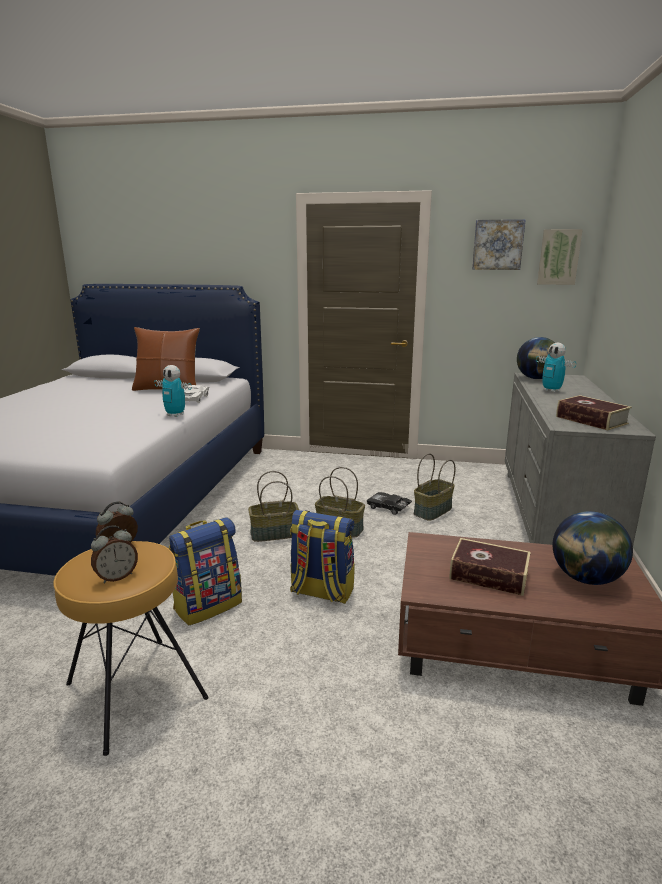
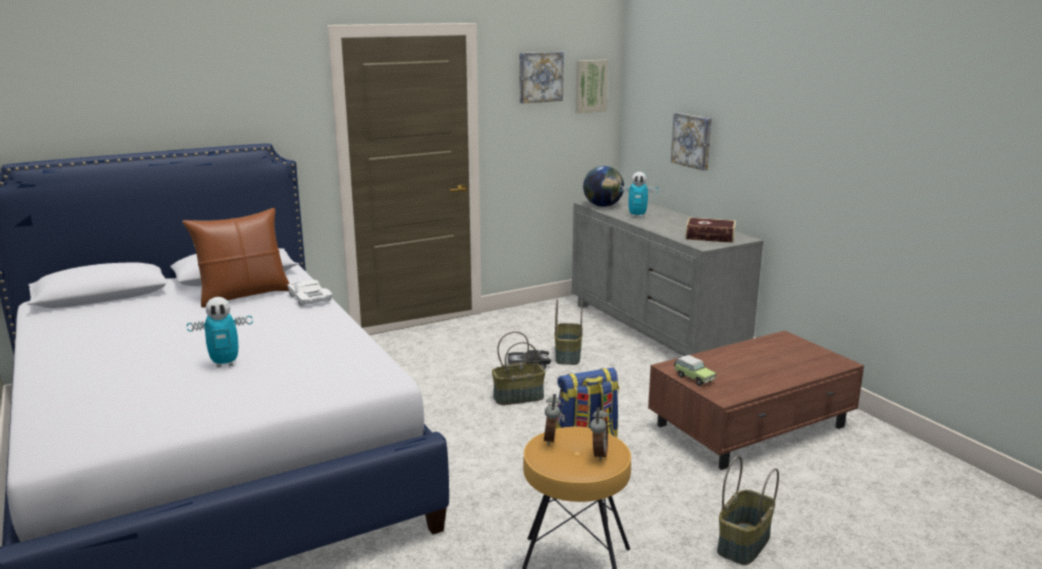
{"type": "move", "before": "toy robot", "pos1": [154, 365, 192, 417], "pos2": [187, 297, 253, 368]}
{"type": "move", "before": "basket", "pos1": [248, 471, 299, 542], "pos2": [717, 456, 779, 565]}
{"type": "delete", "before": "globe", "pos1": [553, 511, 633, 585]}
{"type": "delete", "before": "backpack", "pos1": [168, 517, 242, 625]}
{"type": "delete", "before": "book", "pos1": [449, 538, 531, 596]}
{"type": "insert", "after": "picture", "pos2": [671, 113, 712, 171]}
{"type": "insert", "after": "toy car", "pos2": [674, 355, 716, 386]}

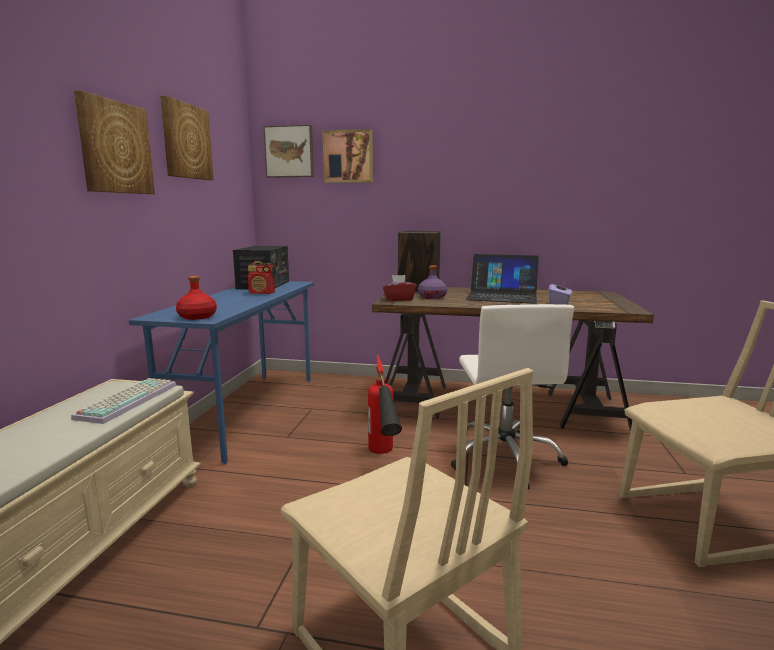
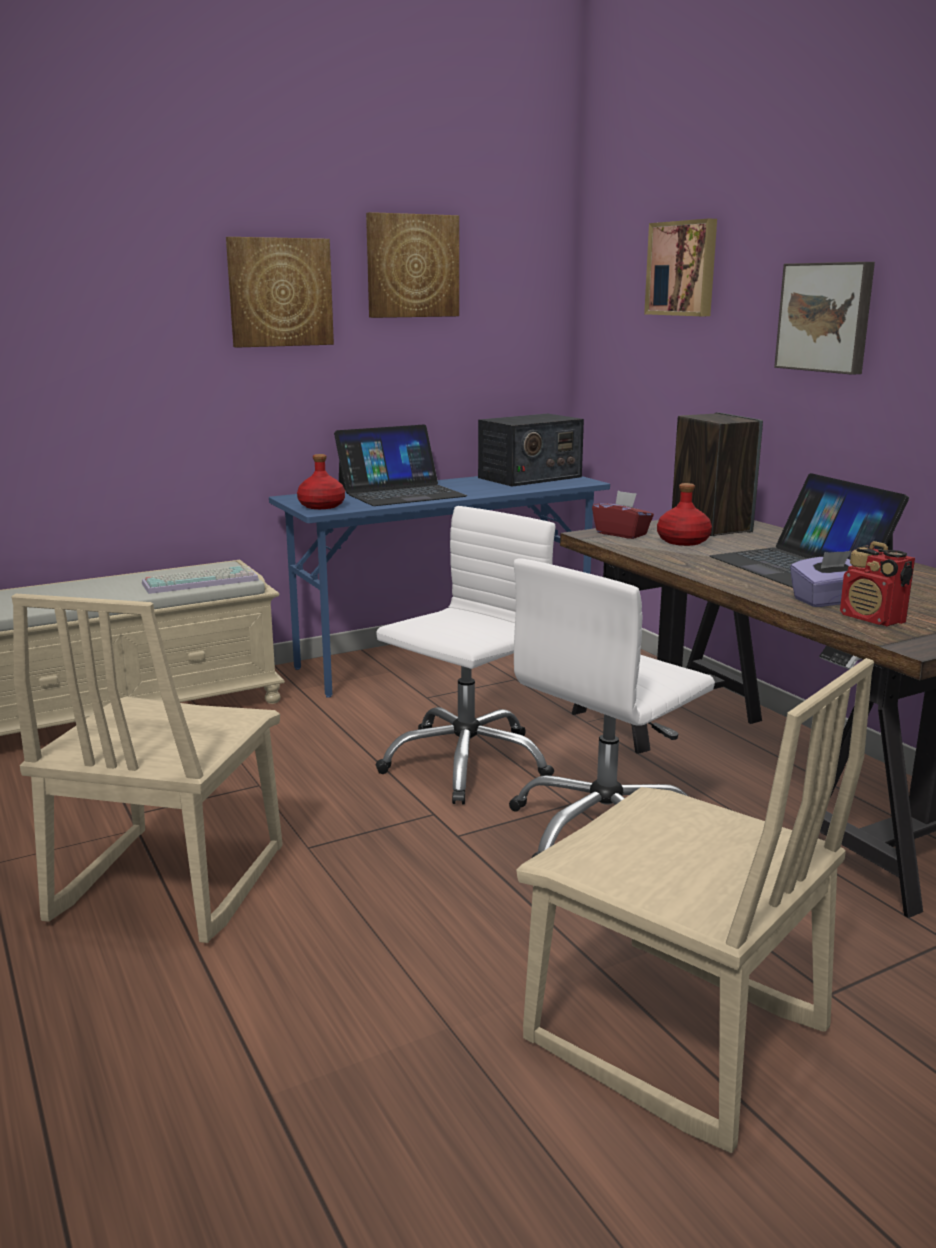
{"type": "move", "before": "picture", "pos1": [264, 125, 314, 178], "pos2": [774, 262, 875, 375]}
{"type": "move", "before": "radio", "pos1": [248, 261, 275, 294], "pos2": [840, 541, 915, 626]}
{"type": "recolor", "before": "bottle/purple", "after": "bottle/red", "pos1": [418, 265, 447, 299], "pos2": [657, 483, 712, 546]}
{"type": "replace", "before": "fire extinguisher", "after": "office chair/white", "pos1": [368, 355, 402, 454], "pos2": [376, 506, 555, 804]}
{"type": "insert", "after": "laptop", "pos2": [334, 425, 467, 506]}

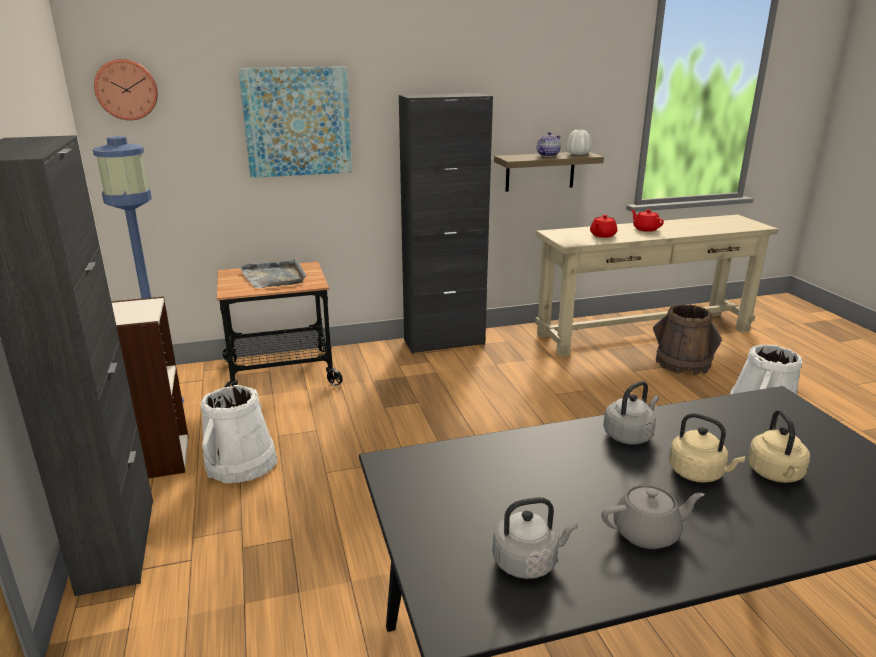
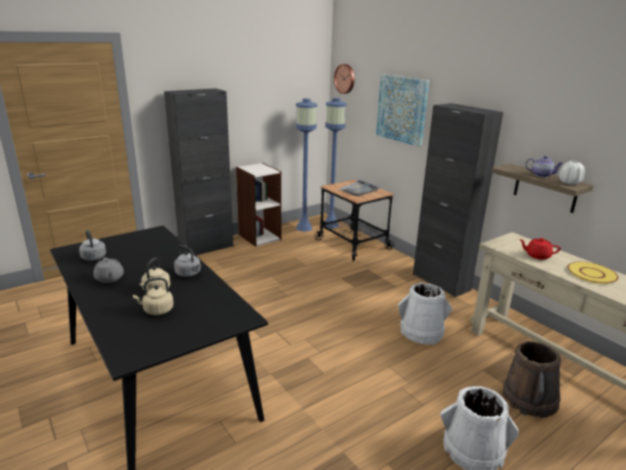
{"type": "replace", "before": "teapot/red", "after": "plate/yellow", "pos1": [631, 209, 664, 232], "pos2": [567, 262, 619, 284]}
{"type": "move", "before": "bucket/white", "pos1": [201, 385, 277, 483], "pos2": [398, 282, 452, 345]}
{"type": "insert", "after": "floor lamp/blue", "pos2": [325, 98, 347, 229]}

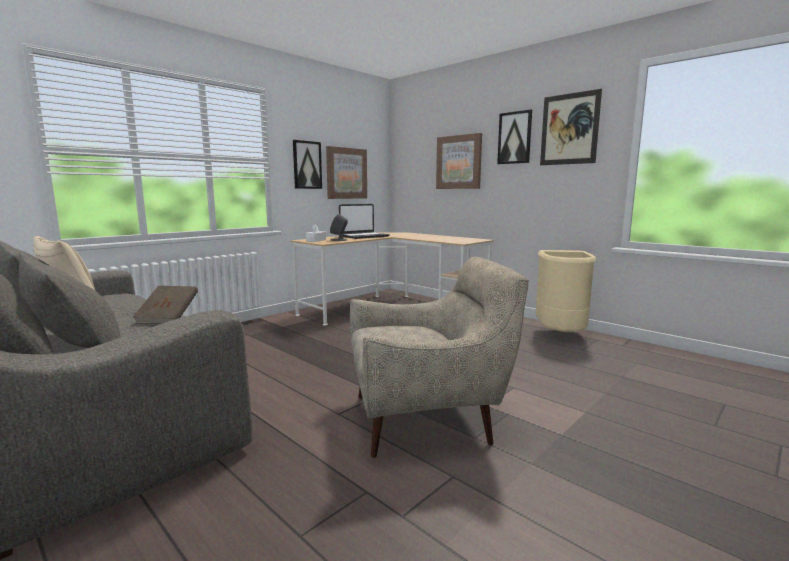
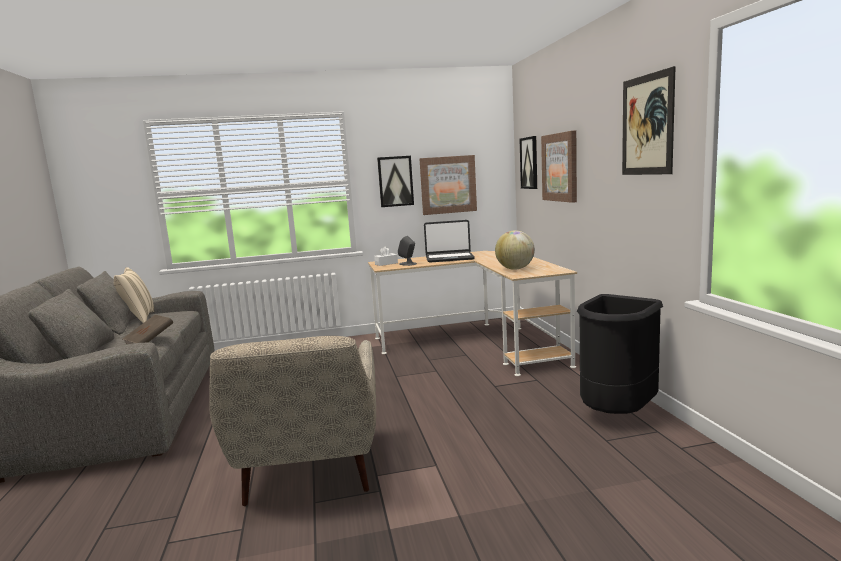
{"type": "move", "before": "picture", "pos1": [497, 110, 532, 164], "pos2": [520, 136, 537, 189]}
{"type": "recolor", "before": "trash can/beige", "after": "trash can/black", "pos1": [536, 250, 596, 332], "pos2": [577, 294, 663, 414]}
{"type": "rotate", "before": "armchair/beige", "pos1": [350, 257, 529, 458], "pos2": [209, 336, 376, 506], "turn": 60}
{"type": "insert", "after": "globe", "pos2": [495, 231, 535, 270]}

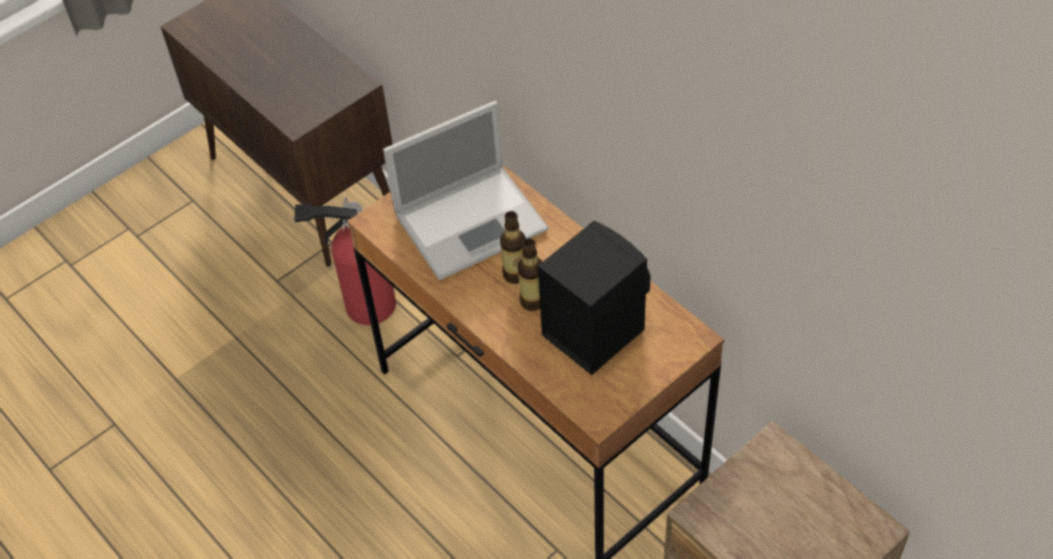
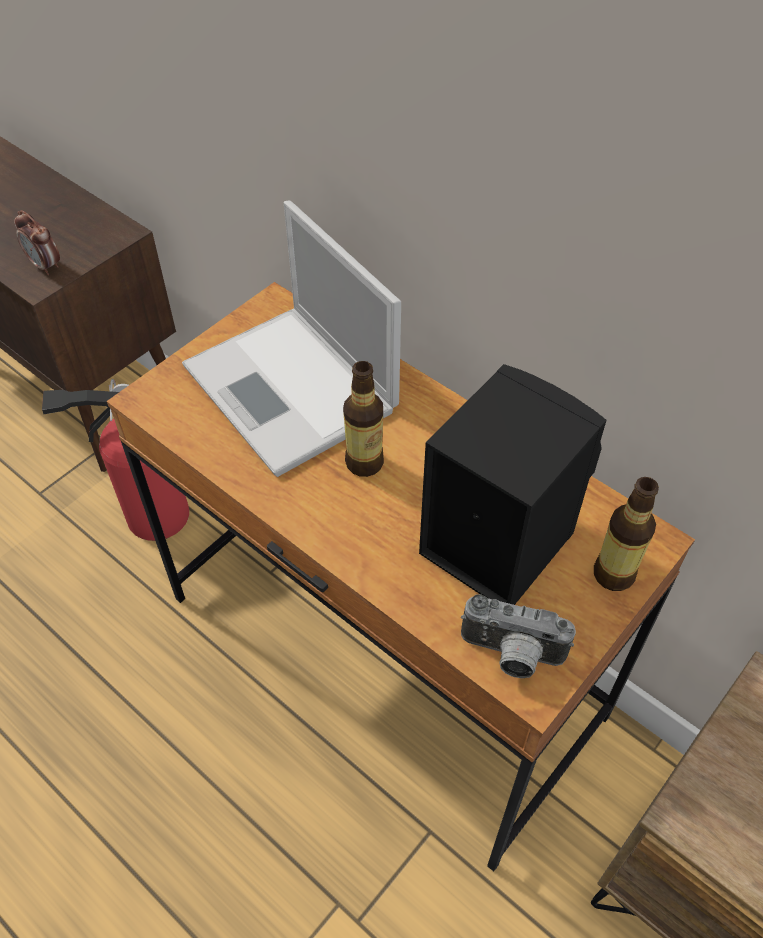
{"type": "rotate", "before": "laptop", "pos1": [383, 101, 549, 280], "pos2": [182, 201, 401, 477], "turn": 90}
{"type": "move", "before": "bottle", "pos1": [517, 238, 542, 311], "pos2": [594, 477, 659, 591]}
{"type": "insert", "after": "alarm clock", "pos2": [14, 210, 60, 275]}
{"type": "insert", "after": "photo camera", "pos2": [461, 594, 576, 678]}

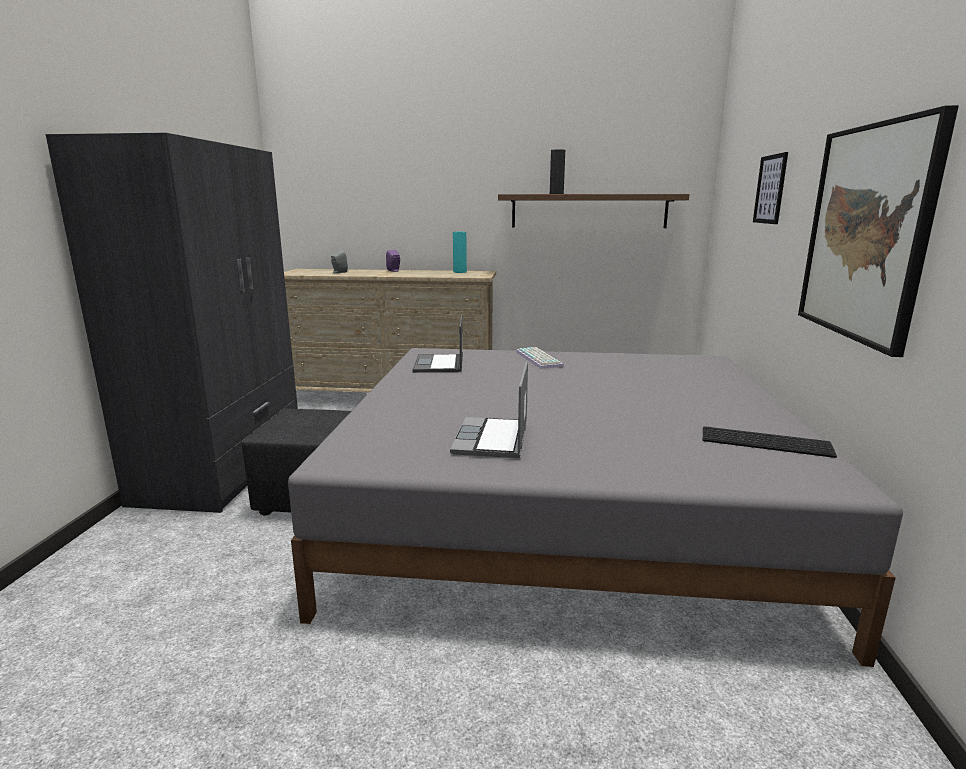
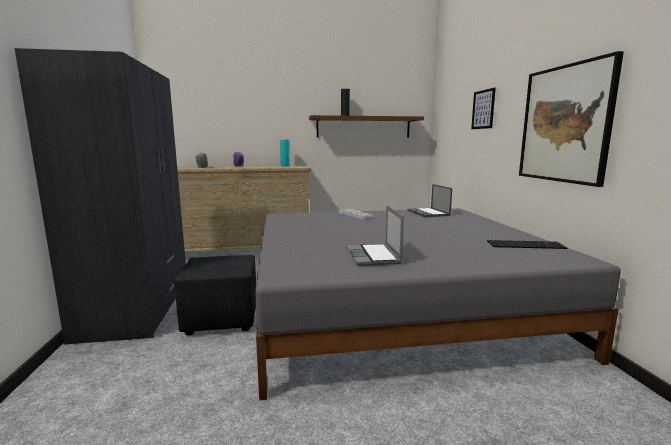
{"type": "move", "before": "laptop", "pos1": [412, 315, 463, 373], "pos2": [407, 184, 452, 217]}

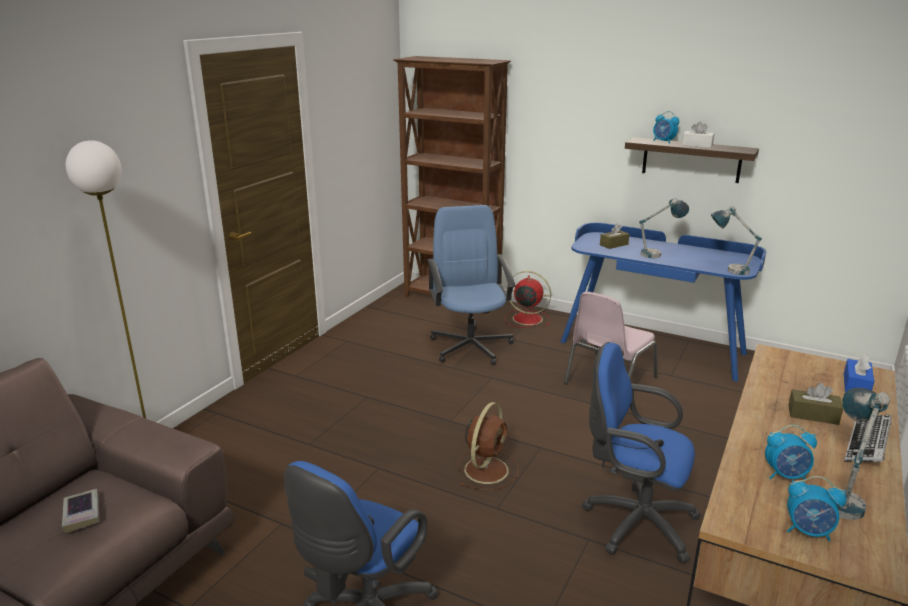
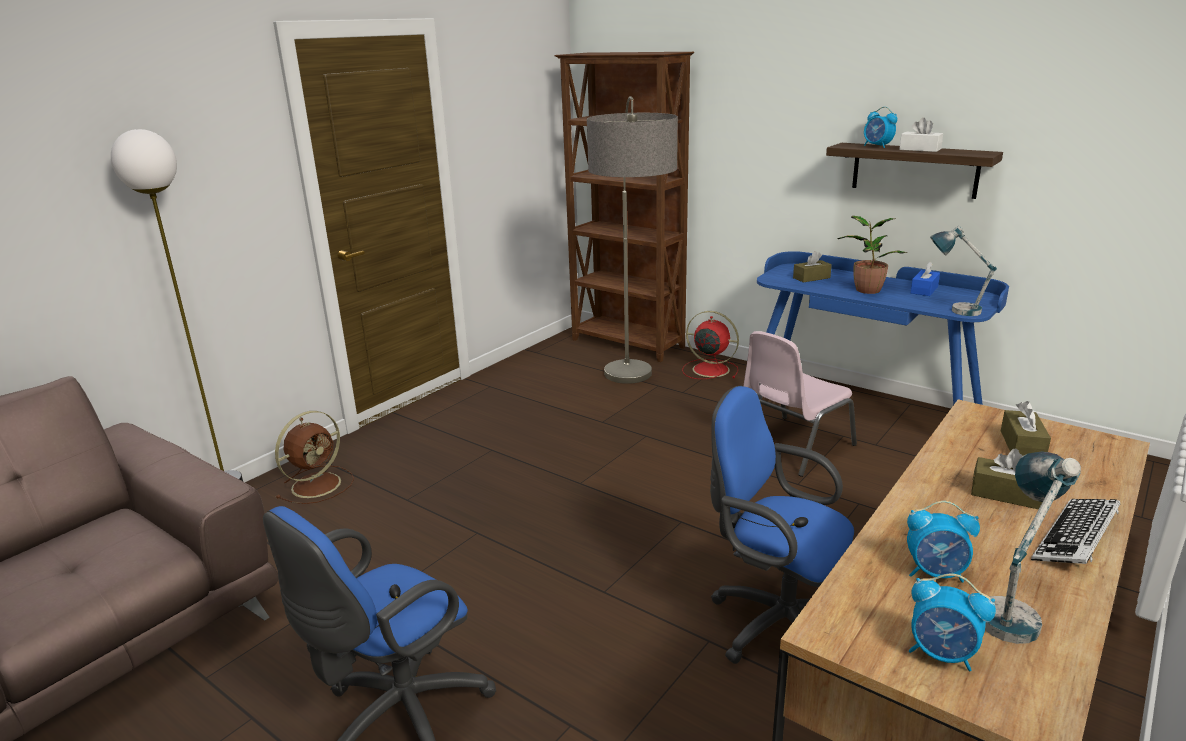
{"type": "replace", "before": "table lamp", "after": "potted plant", "pos1": [639, 198, 689, 258], "pos2": [837, 216, 908, 294]}
{"type": "replace", "before": "office chair/blue", "after": "floor lamp", "pos1": [427, 205, 516, 365], "pos2": [587, 96, 678, 384]}
{"type": "move", "before": "tissue box/blue", "pos1": [844, 353, 874, 392], "pos2": [911, 261, 940, 296]}
{"type": "move", "before": "fan/brown", "pos1": [457, 402, 519, 490], "pos2": [275, 411, 354, 504]}
{"type": "delete", "before": "book", "pos1": [62, 489, 99, 533]}
{"type": "insert", "after": "tissue box/brown", "pos2": [1001, 401, 1051, 456]}

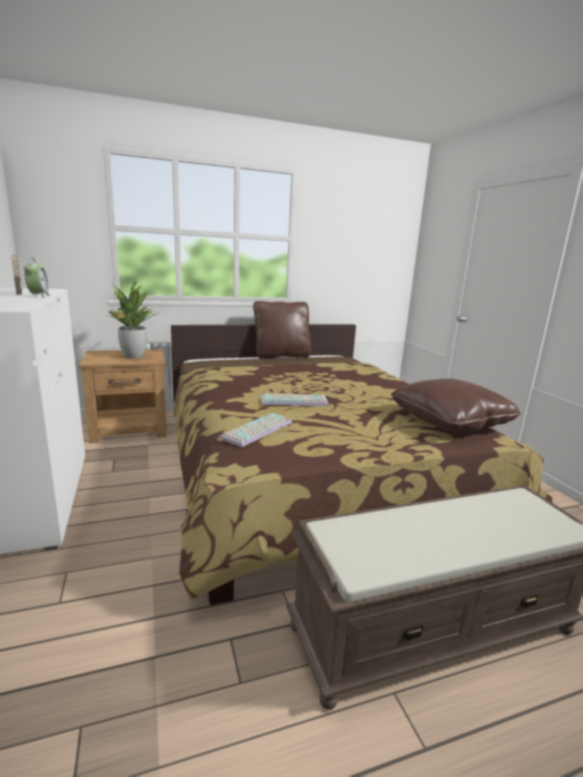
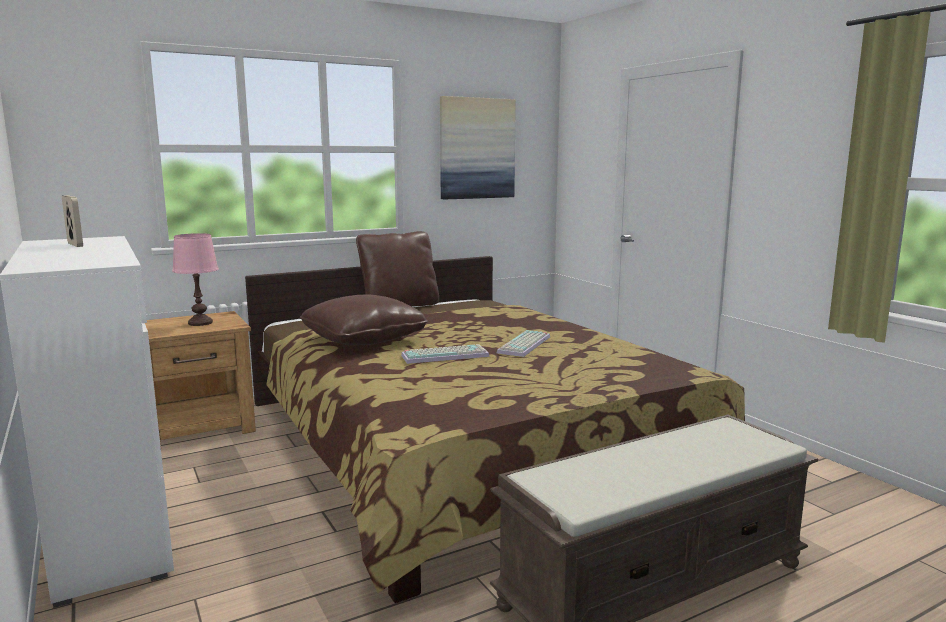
{"type": "delete", "before": "alarm clock", "pos1": [24, 257, 51, 298]}
{"type": "replace", "before": "potted plant", "after": "table lamp/pink", "pos1": [107, 279, 159, 358], "pos2": [172, 233, 219, 326]}
{"type": "move", "before": "pillow/brown", "pos1": [391, 379, 521, 431], "pos2": [300, 294, 428, 345]}
{"type": "move", "before": "keyboard", "pos1": [220, 413, 292, 447], "pos2": [497, 330, 550, 357]}
{"type": "insert", "after": "picture", "pos2": [440, 96, 516, 200]}

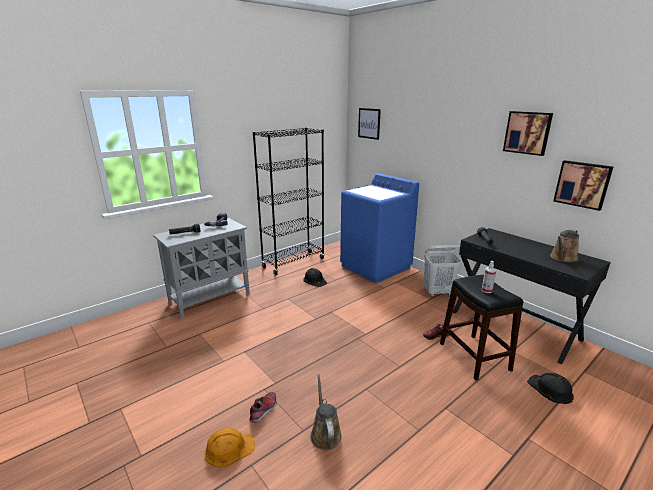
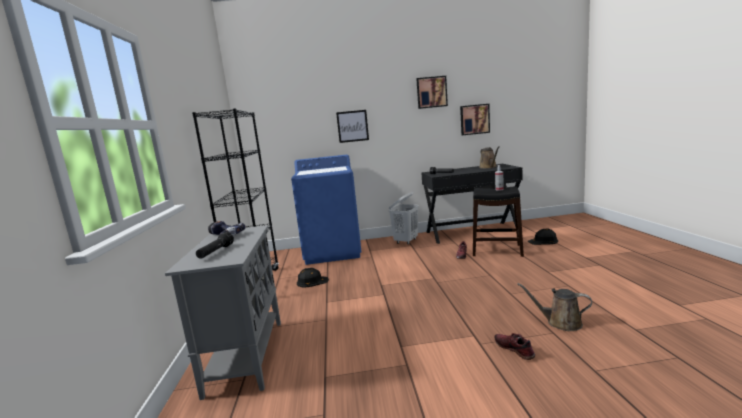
{"type": "move", "before": "picture", "pos1": [358, 108, 381, 140], "pos2": [336, 110, 369, 143]}
{"type": "delete", "before": "hard hat/orange", "pos1": [204, 428, 255, 468]}

